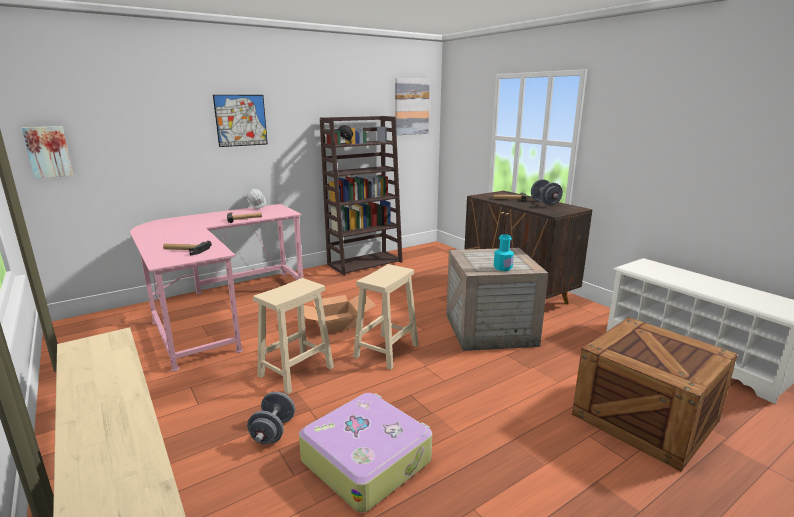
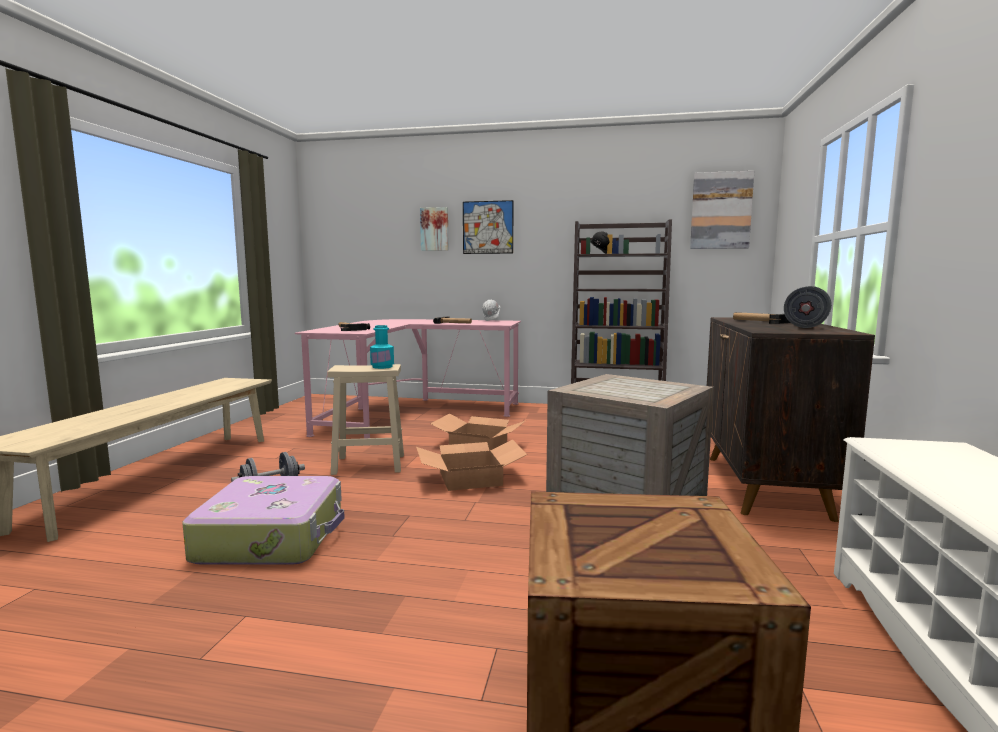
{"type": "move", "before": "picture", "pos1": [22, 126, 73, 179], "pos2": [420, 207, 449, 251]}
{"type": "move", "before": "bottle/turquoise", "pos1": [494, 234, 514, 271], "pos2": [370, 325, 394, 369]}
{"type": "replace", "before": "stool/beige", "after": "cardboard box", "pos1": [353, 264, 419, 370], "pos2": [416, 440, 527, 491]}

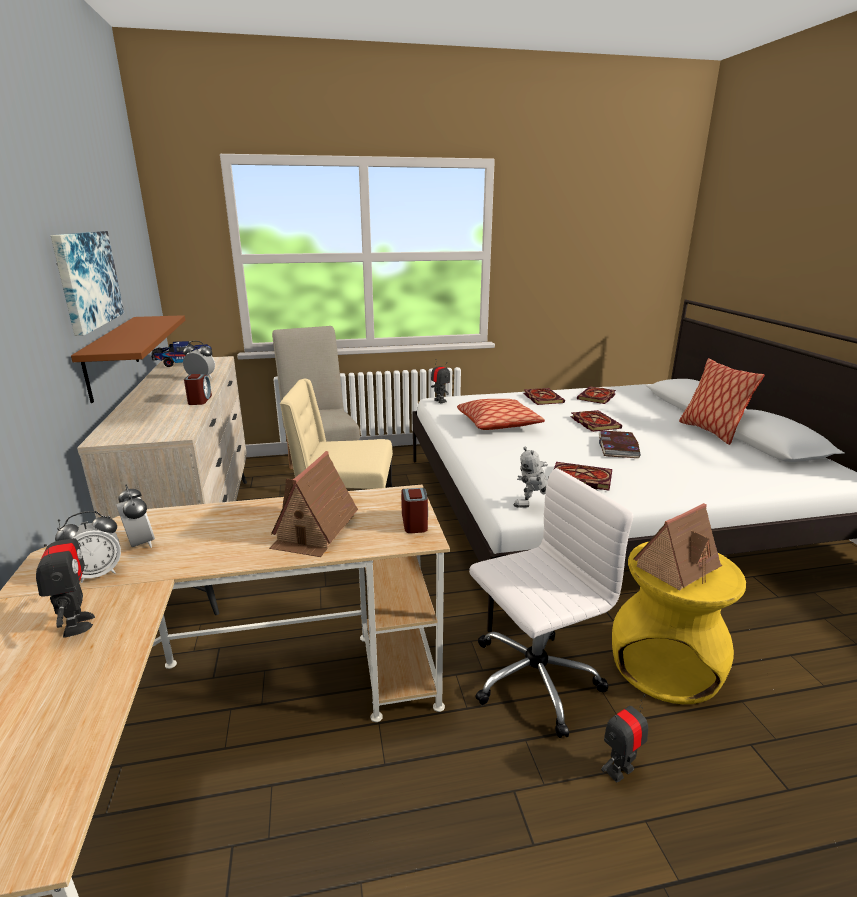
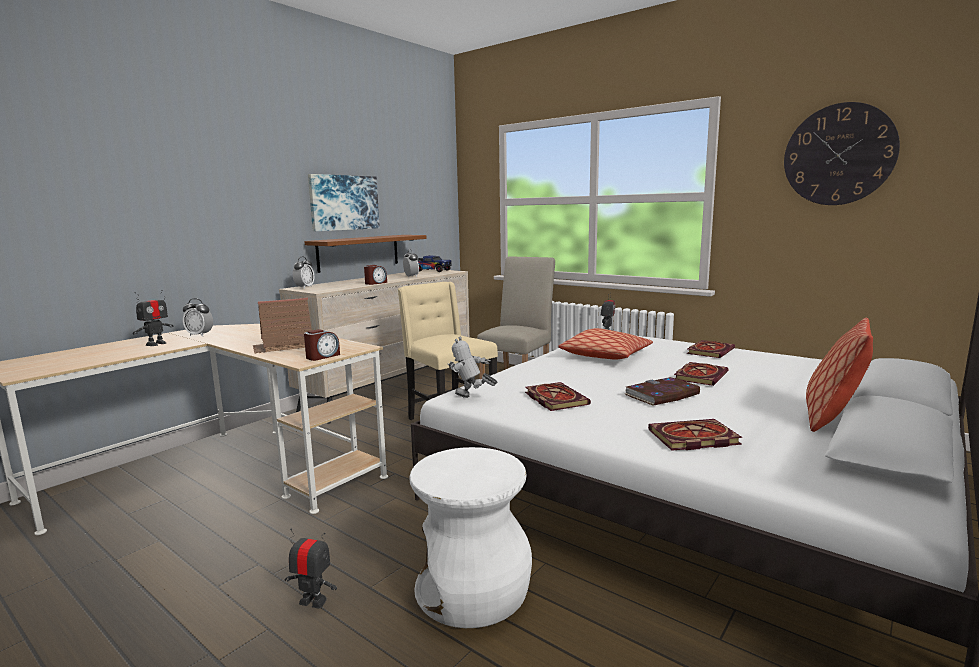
{"type": "move", "before": "book", "pos1": [577, 386, 616, 404], "pos2": [648, 419, 742, 451]}
{"type": "delete", "before": "office chair/white", "pos1": [469, 468, 633, 738]}
{"type": "move", "before": "alarm clock", "pos1": [116, 485, 155, 548], "pos2": [292, 256, 314, 289]}
{"type": "delete", "before": "toy house", "pos1": [633, 503, 722, 590]}
{"type": "recolor", "before": "stool/yellow", "after": "stool/white", "pos1": [612, 542, 746, 704], "pos2": [409, 447, 532, 628]}
{"type": "insert", "after": "wall clock", "pos2": [784, 102, 900, 205]}

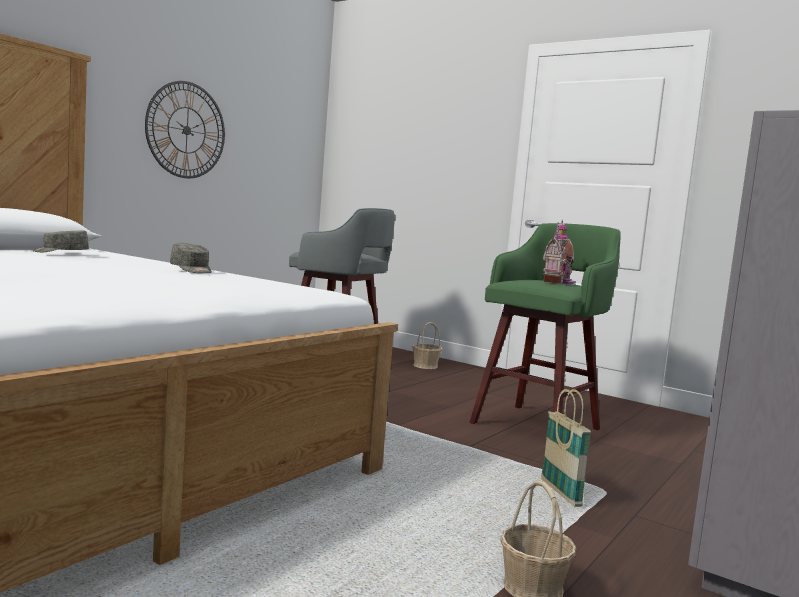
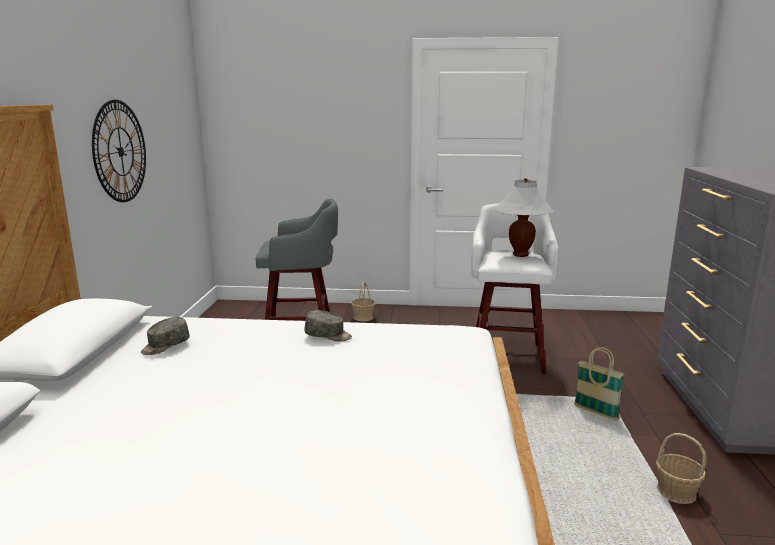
{"type": "replace", "before": "toy house", "after": "table lamp/white", "pos1": [543, 220, 575, 284], "pos2": [494, 178, 554, 257]}
{"type": "recolor", "before": "stool/green", "after": "stool/white", "pos1": [470, 223, 621, 430], "pos2": [471, 204, 559, 374]}

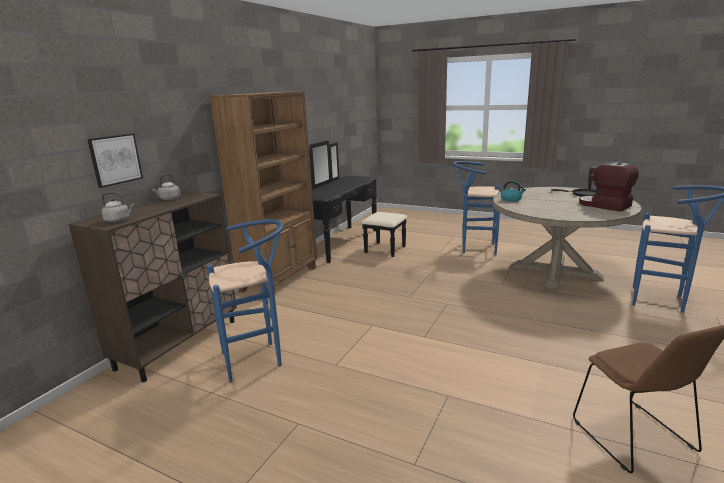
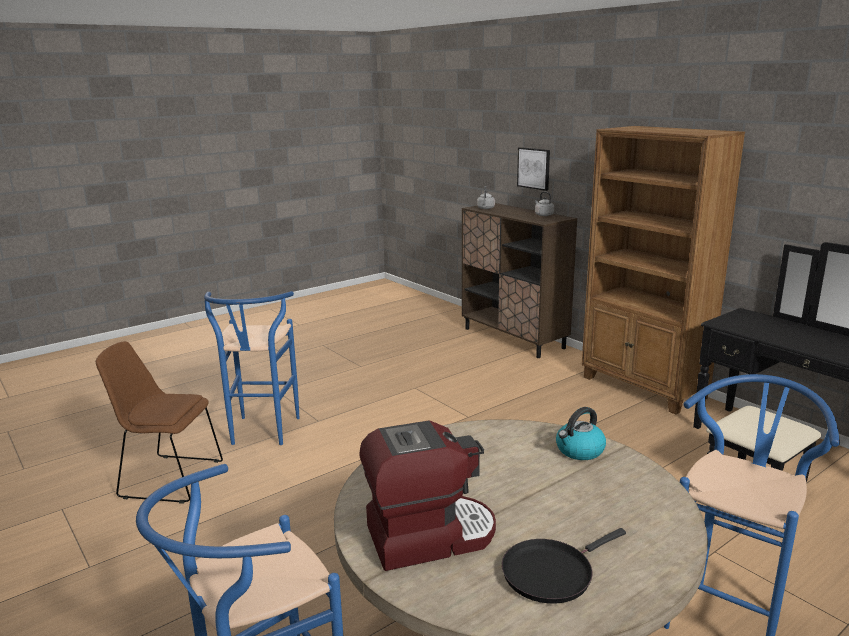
{"type": "move", "before": "stool/blue", "pos1": [207, 219, 284, 382], "pos2": [204, 291, 299, 445]}

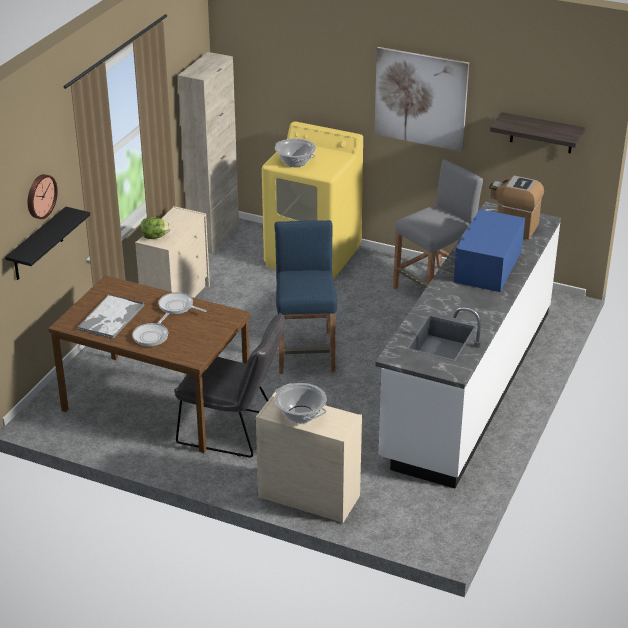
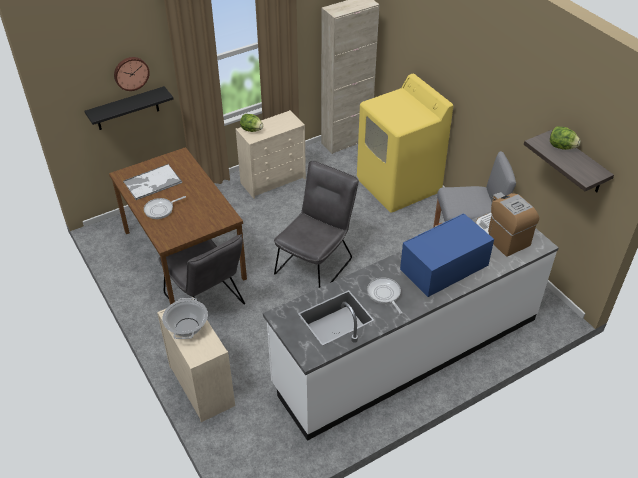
{"type": "delete", "before": "picture", "pos1": [374, 47, 469, 152]}
{"type": "delete", "before": "cooking pot", "pos1": [275, 138, 316, 167]}
{"type": "replace", "before": "stool/blue", "after": "chair/grey", "pos1": [274, 220, 338, 374], "pos2": [274, 161, 359, 288]}
{"type": "move", "before": "frying pan", "pos1": [158, 292, 207, 314], "pos2": [367, 277, 402, 314]}
{"type": "insert", "after": "lettuce", "pos2": [550, 126, 581, 150]}

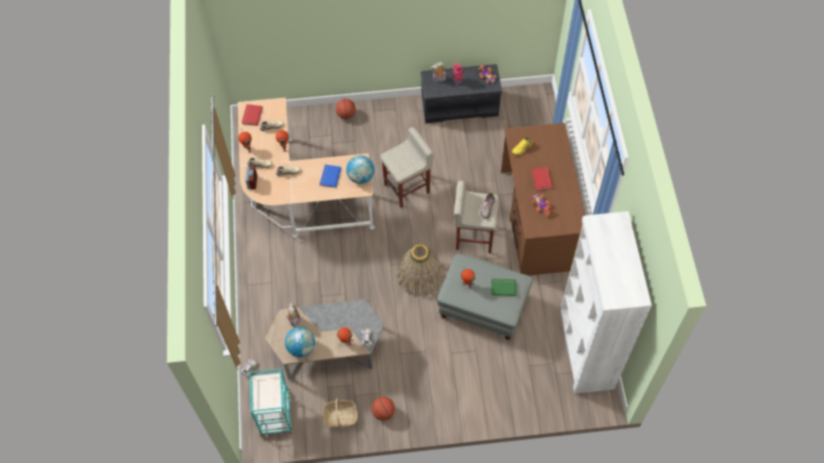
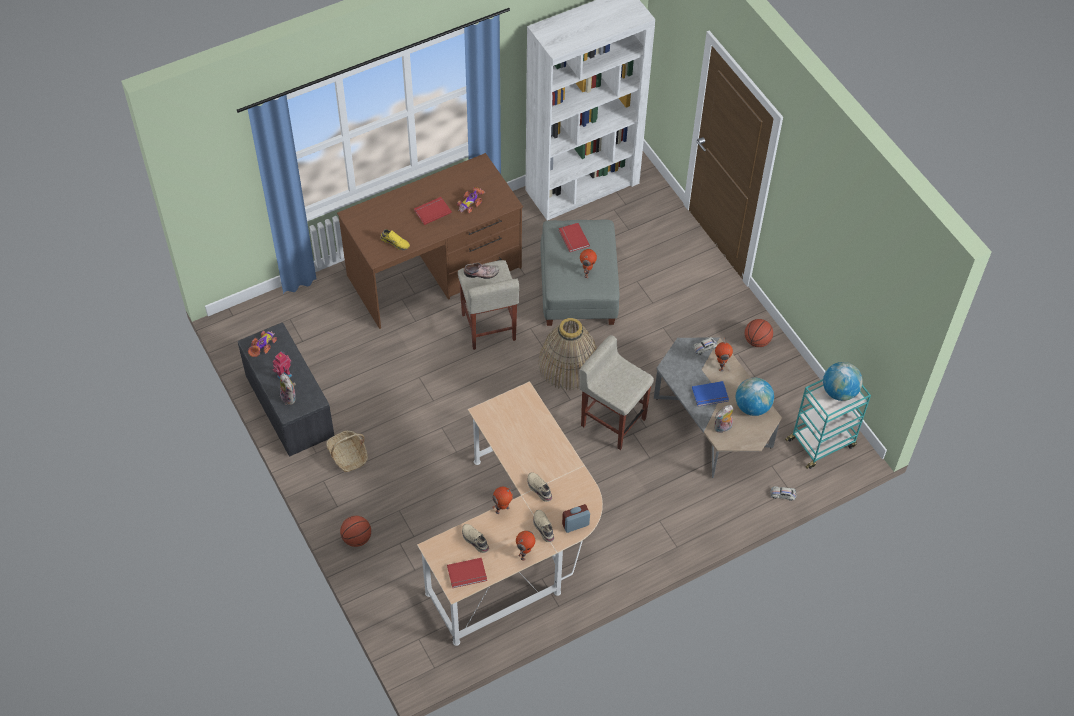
{"type": "move", "before": "stool/beige", "pos1": [380, 127, 434, 208], "pos2": [579, 335, 654, 450]}
{"type": "move", "before": "globe", "pos1": [346, 156, 374, 184], "pos2": [823, 362, 863, 401]}
{"type": "move", "before": "book/blue", "pos1": [320, 164, 341, 188], "pos2": [692, 381, 729, 407]}
{"type": "recolor", "before": "book/green", "after": "book/red", "pos1": [491, 279, 516, 296], "pos2": [559, 223, 590, 252]}
{"type": "move", "before": "basket", "pos1": [322, 398, 358, 427], "pos2": [327, 430, 368, 473]}

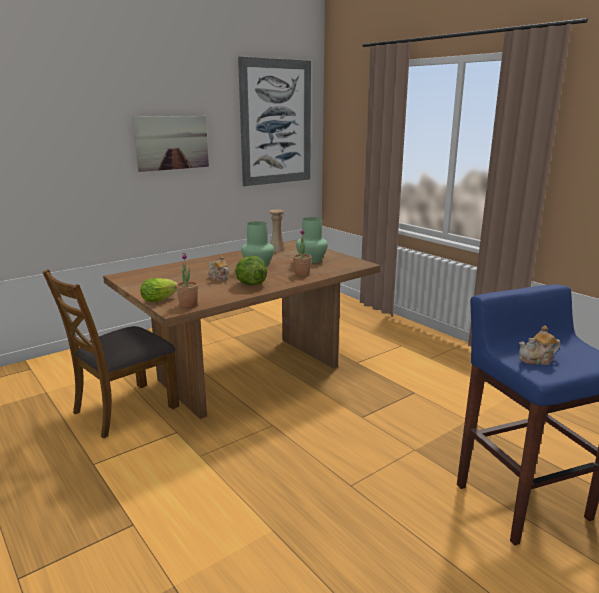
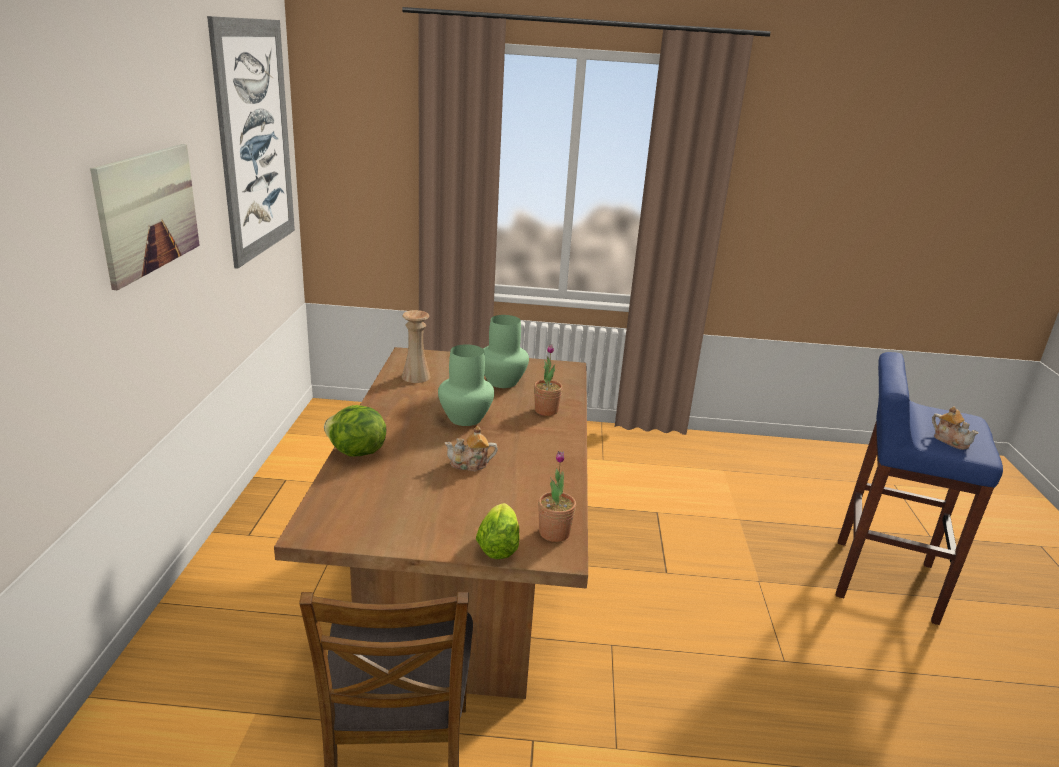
{"type": "move", "before": "lettuce", "pos1": [235, 256, 267, 285], "pos2": [324, 405, 386, 457]}
{"type": "rotate", "before": "teapot", "pos1": [519, 325, 561, 365], "pos2": [932, 406, 979, 450], "turn": -60}

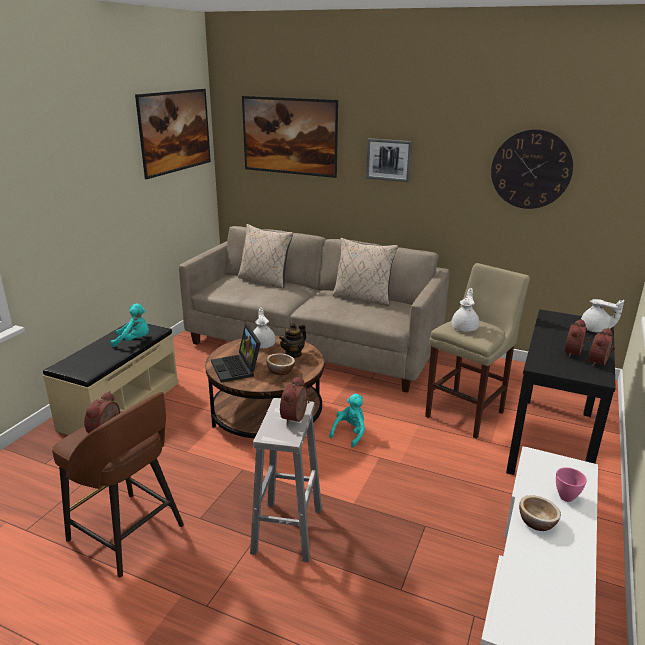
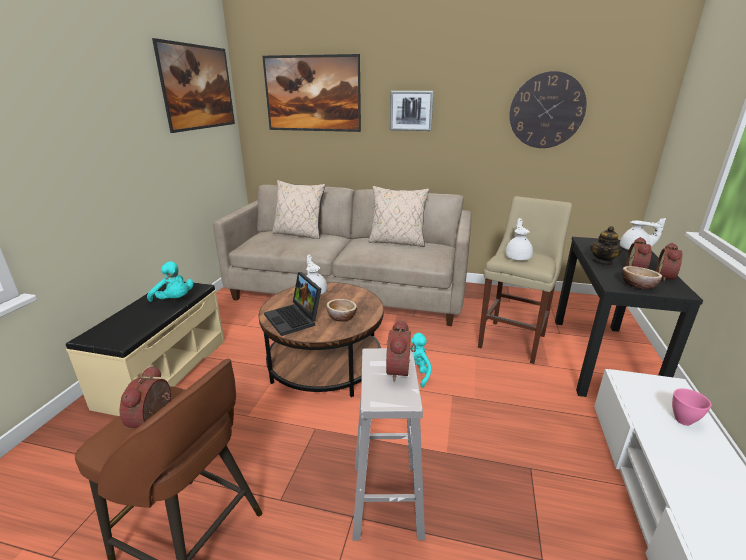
{"type": "rotate", "before": "plush toy/turquoise", "pos1": [111, 303, 149, 347], "pos2": [147, 261, 194, 302], "turn": 45}
{"type": "move", "before": "teapot", "pos1": [279, 323, 306, 358], "pos2": [590, 226, 622, 266]}
{"type": "move", "before": "bowl", "pos1": [519, 495, 561, 531], "pos2": [622, 266, 662, 290]}

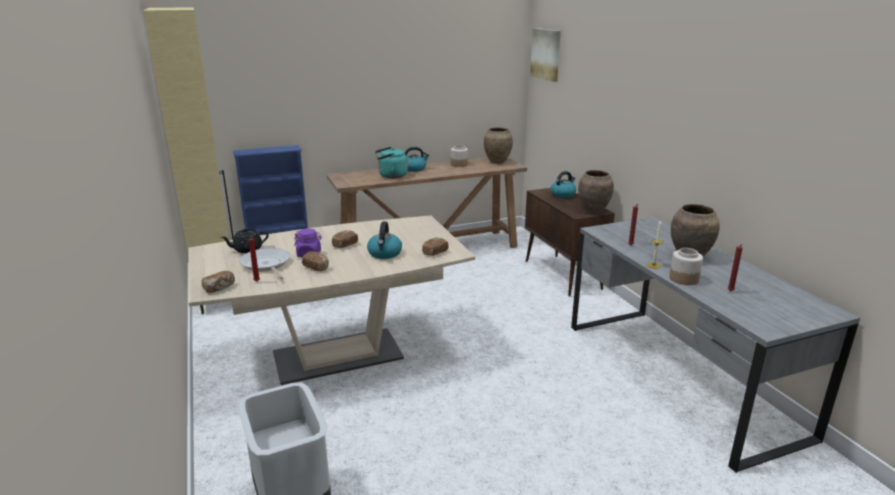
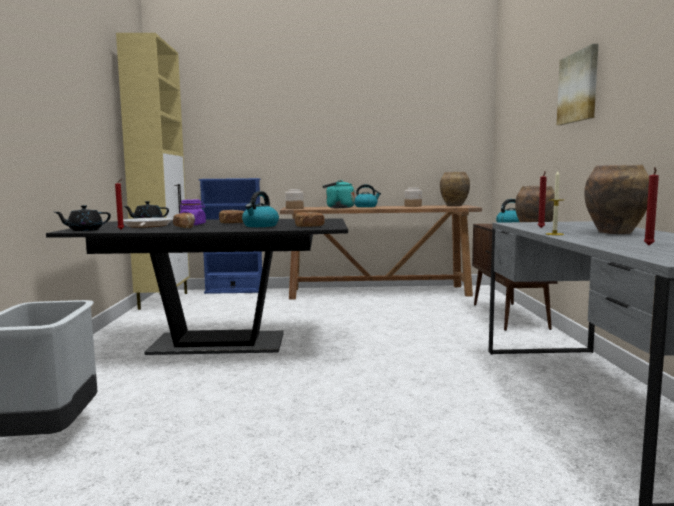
{"type": "move", "before": "picture", "pos1": [530, 28, 561, 82], "pos2": [557, 44, 598, 125]}
{"type": "recolor", "before": "dining table/beige", "after": "dining table/black", "pos1": [188, 215, 475, 385], "pos2": [46, 219, 348, 355]}
{"type": "move", "before": "jar", "pos1": [669, 248, 703, 285], "pos2": [285, 189, 304, 209]}
{"type": "replace", "before": "bread", "after": "teapot/black", "pos1": [201, 271, 235, 293], "pos2": [55, 205, 111, 231]}

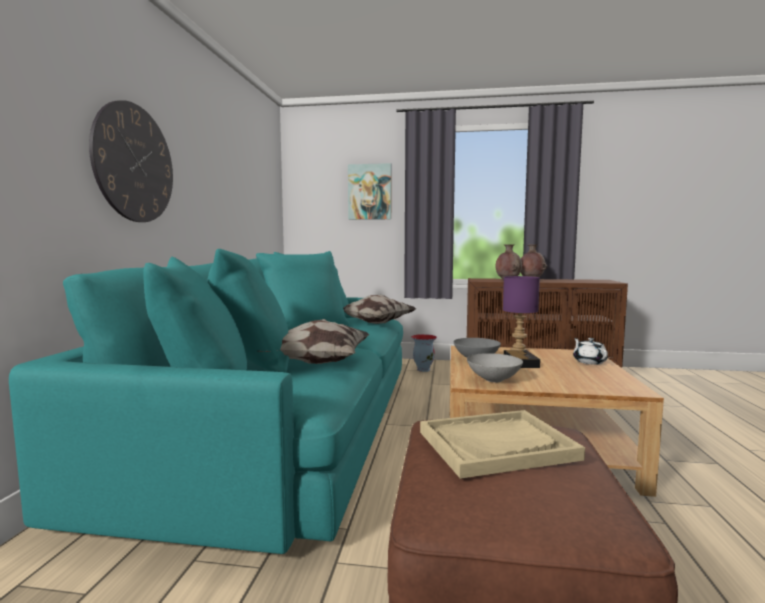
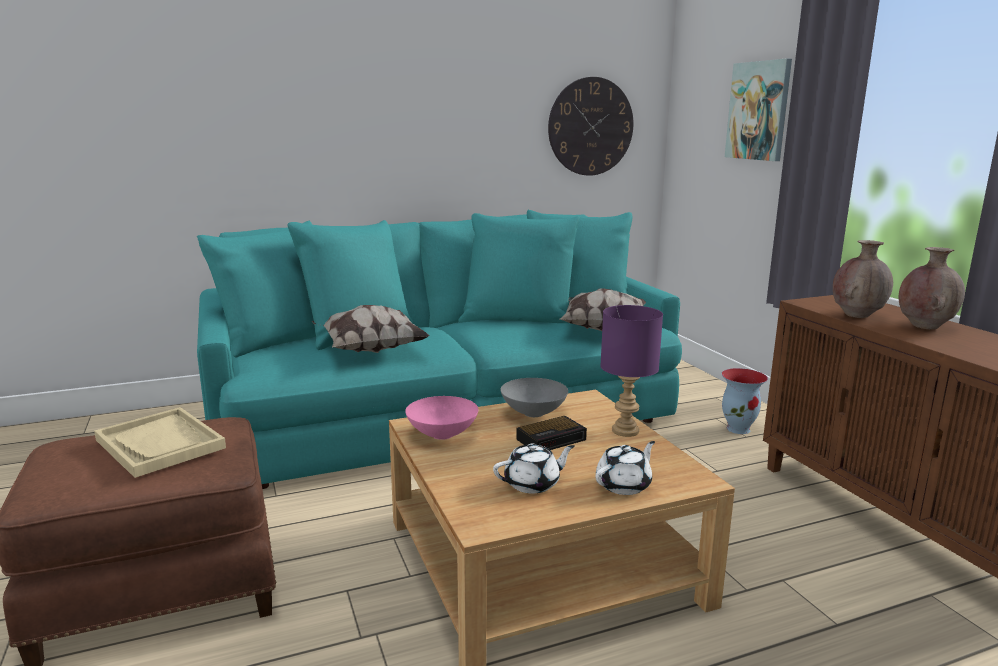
{"type": "move", "before": "wall clock", "pos1": [89, 100, 173, 222], "pos2": [548, 77, 634, 176]}
{"type": "recolor", "before": "bowl/grey", "after": "bowl/pink", "pos1": [467, 353, 523, 382], "pos2": [405, 396, 478, 440]}
{"type": "insert", "after": "teapot/white", "pos2": [493, 444, 575, 494]}

